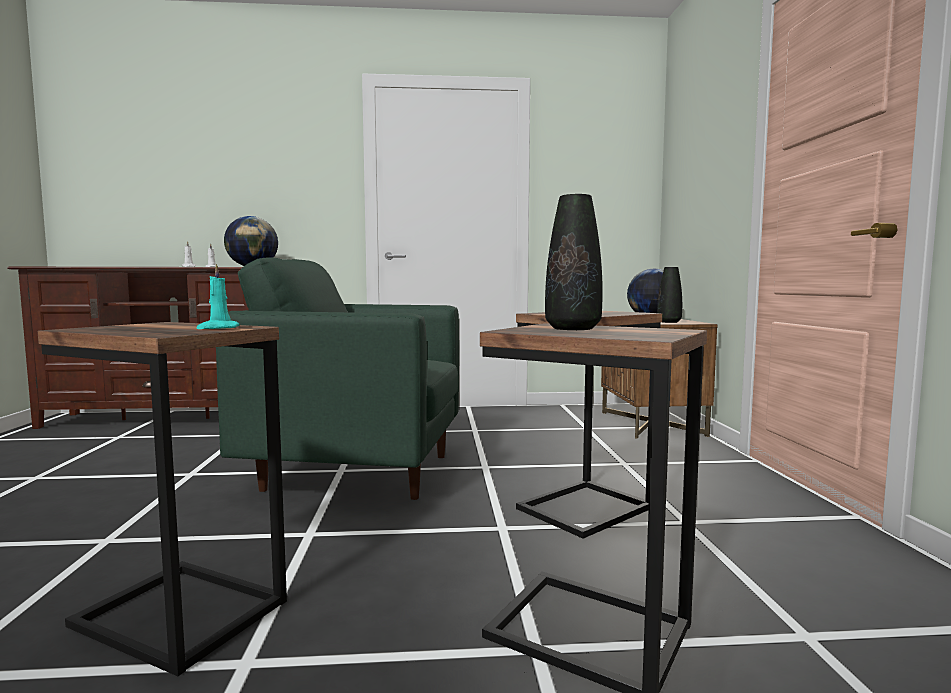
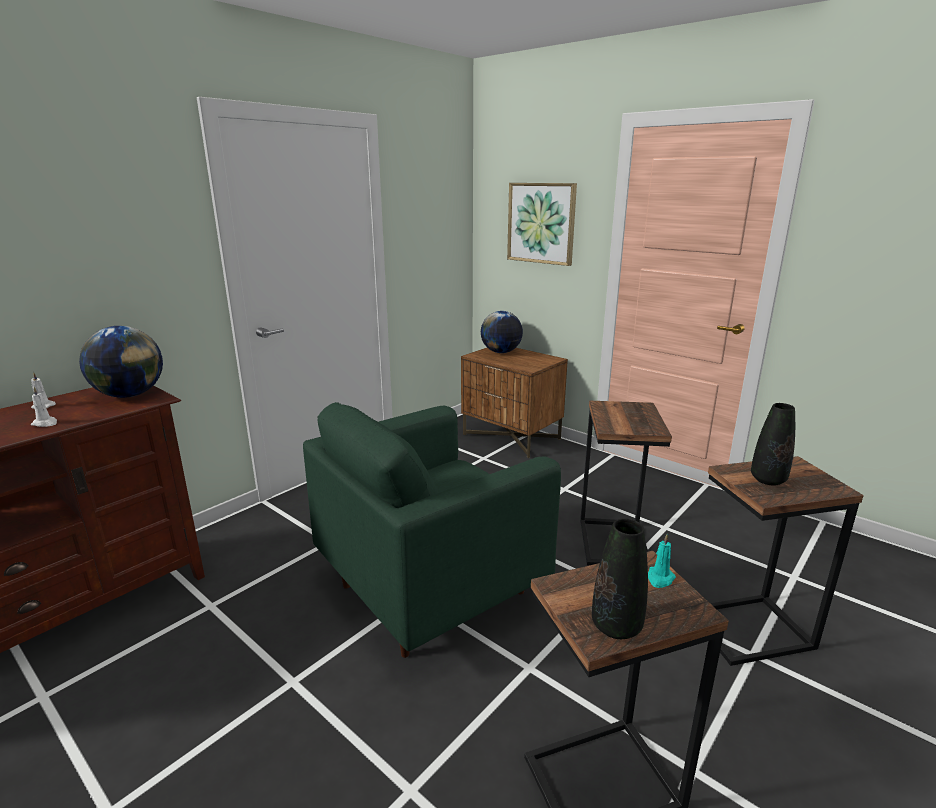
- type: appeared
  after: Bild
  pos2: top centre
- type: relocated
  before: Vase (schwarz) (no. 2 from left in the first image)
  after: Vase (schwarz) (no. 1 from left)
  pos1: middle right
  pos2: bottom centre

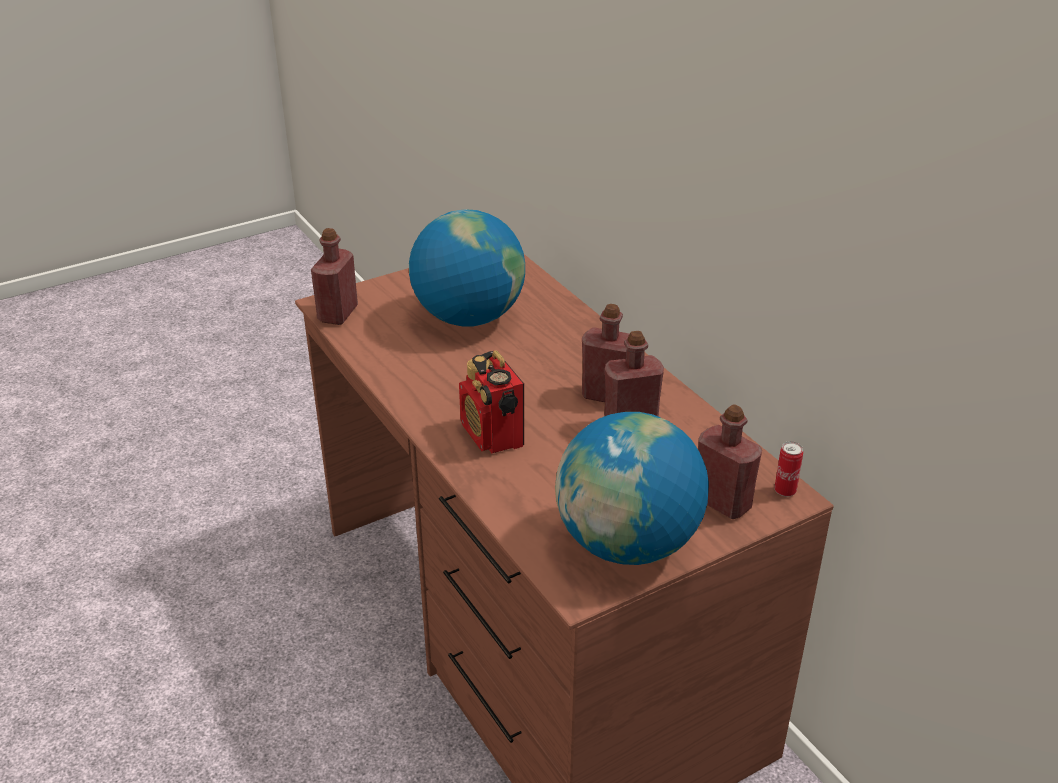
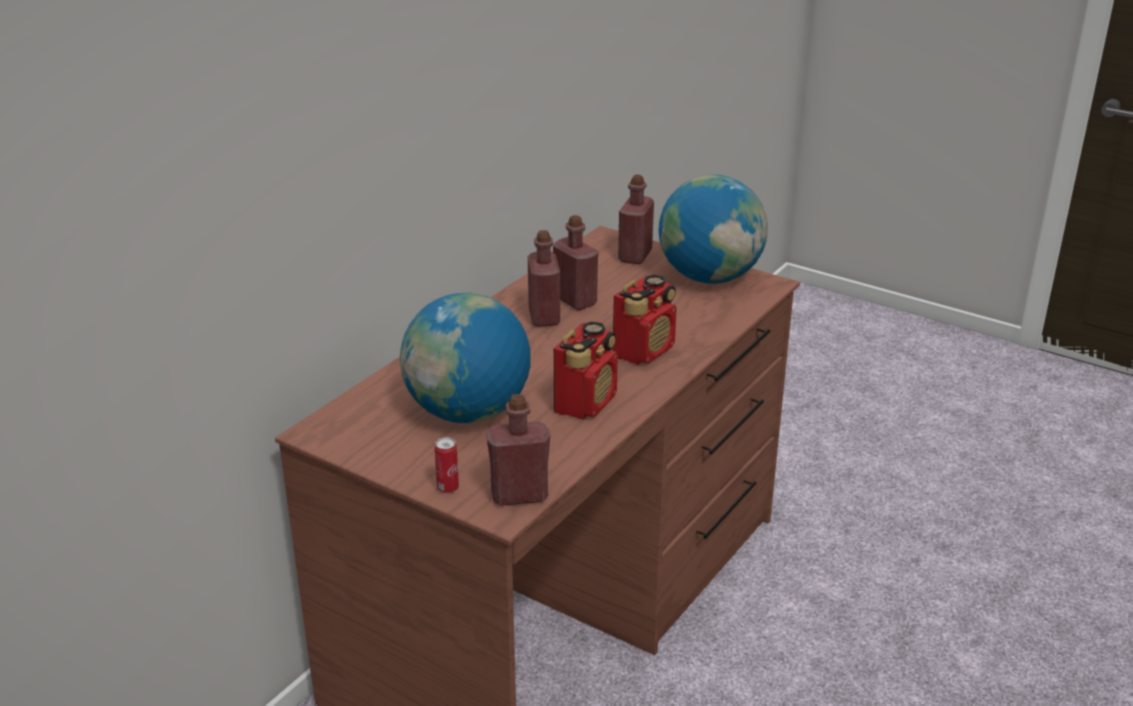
- type: appeared
  after: Radio (no. 1 from left)
  pos2: centre
- type: relocated
  before: Dose
  pos1: middle right
  pos2: centre

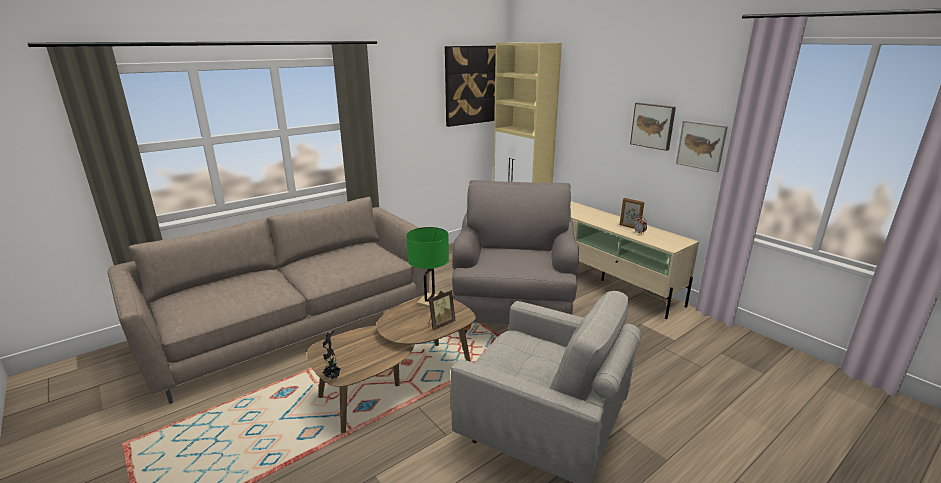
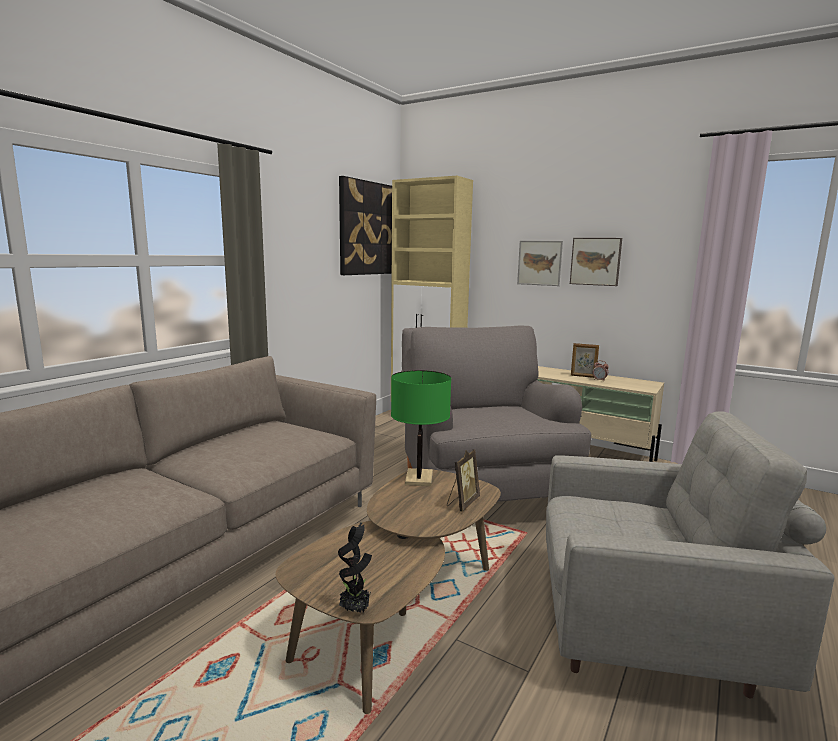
- type: relocated
  before: Bild (no. 3 from left in the first image)
  after: Bild (no. 2 from left)
  pos1: top right
  pos2: centre

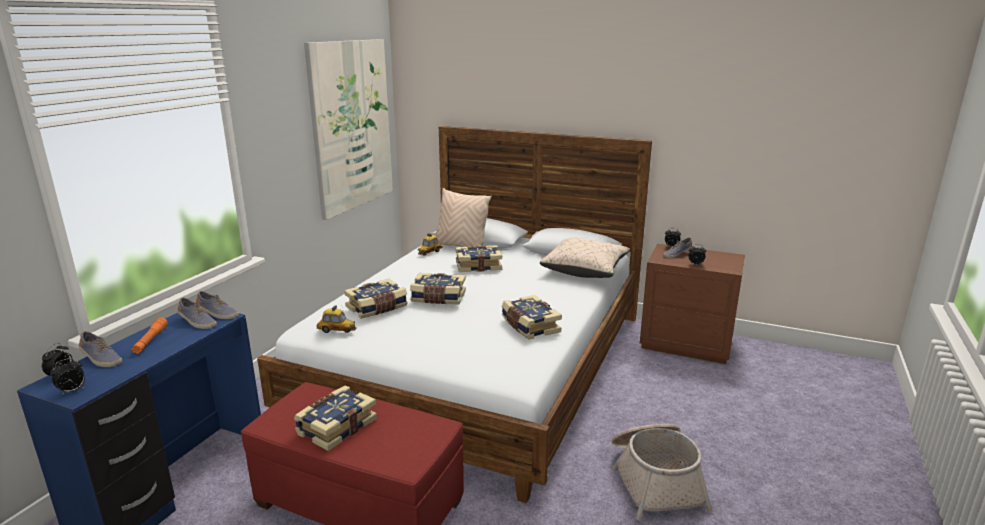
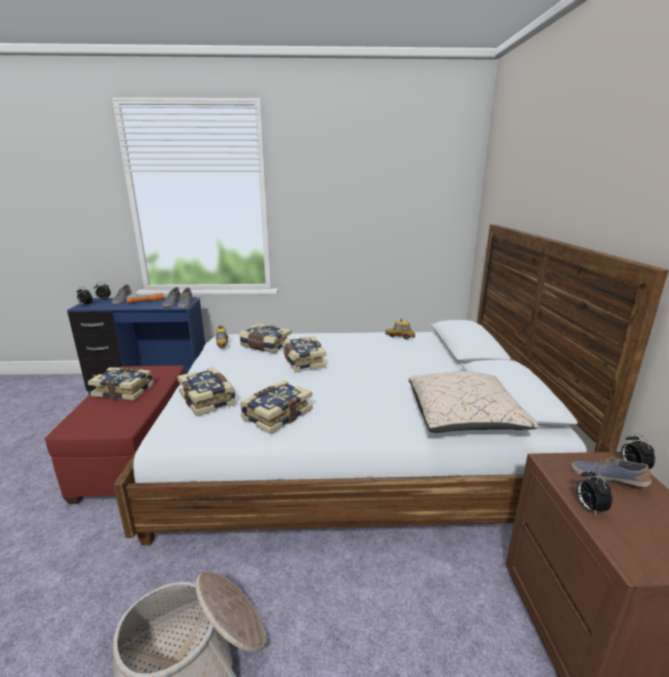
- type: missing
  before: Bild
  pos1: top centre
- type: missing
  before: Kissen (beige) (no. 1 from left)
  pos1: centre
- type: relocated
  before: Buch (no. 4 from left in the first image)
  after: Buch (no. 2 from left)
  pos1: centre
  pos2: middle left

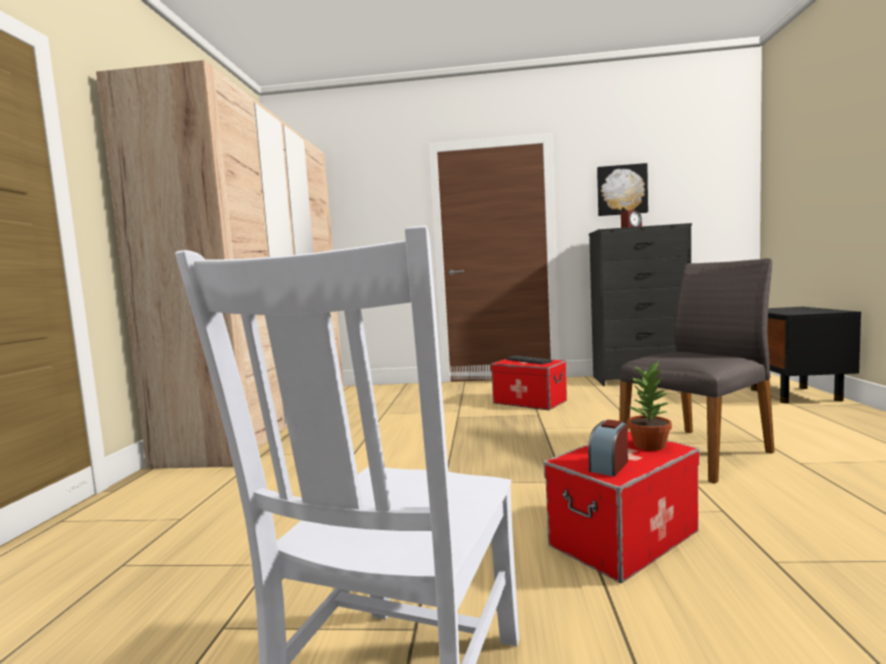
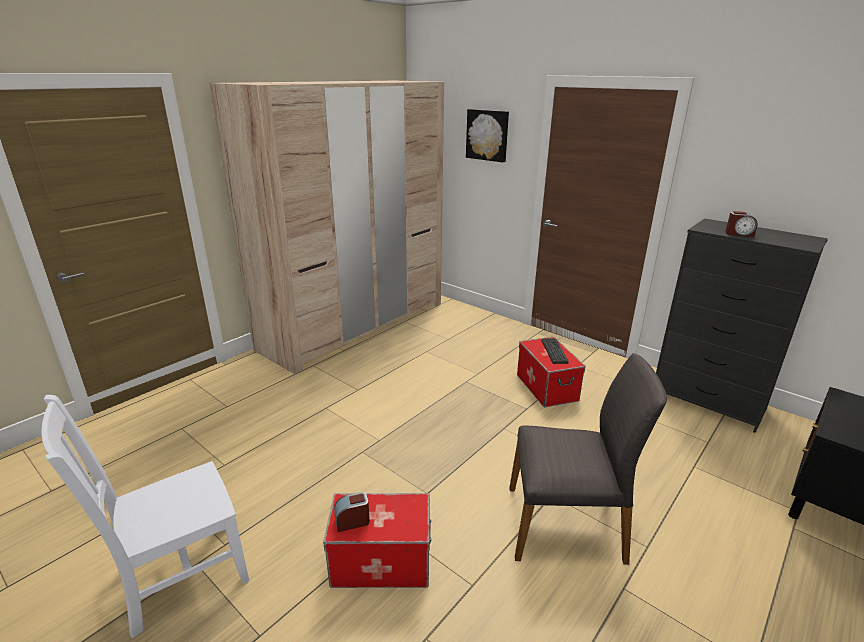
- type: missing
  before: Topfpflanze
  pos1: middle right
- type: relocated
  before: Bild
  pos1: top right
  pos2: top centre

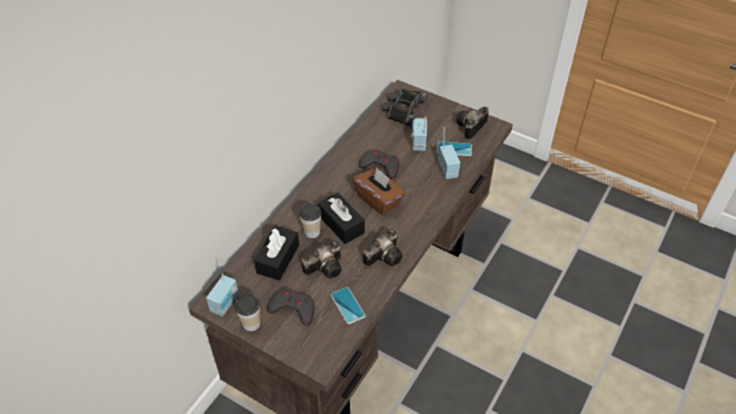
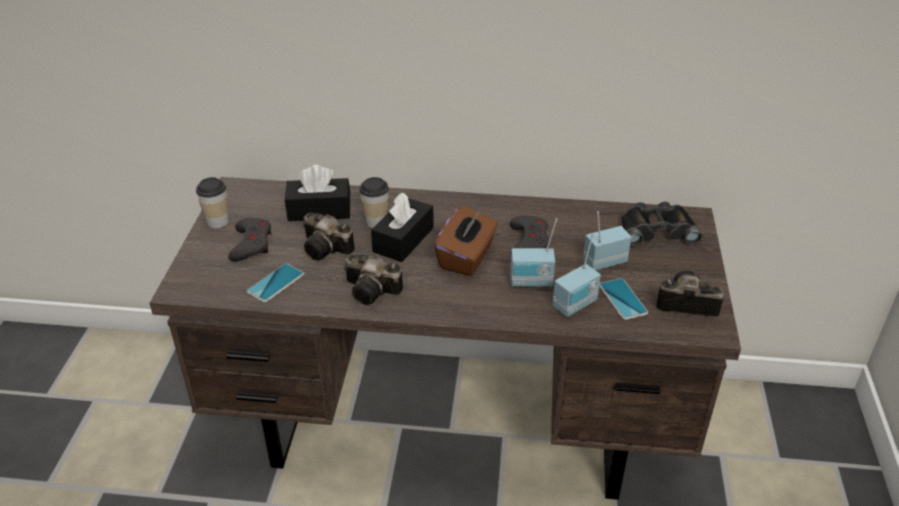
- type: relocated
  before: Radio (no. 1 from left)
  pos1: bottom left
  pos2: centre

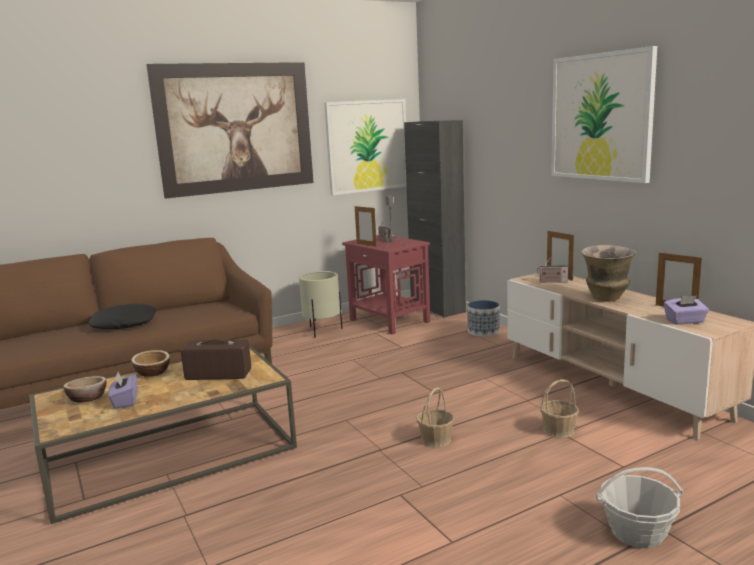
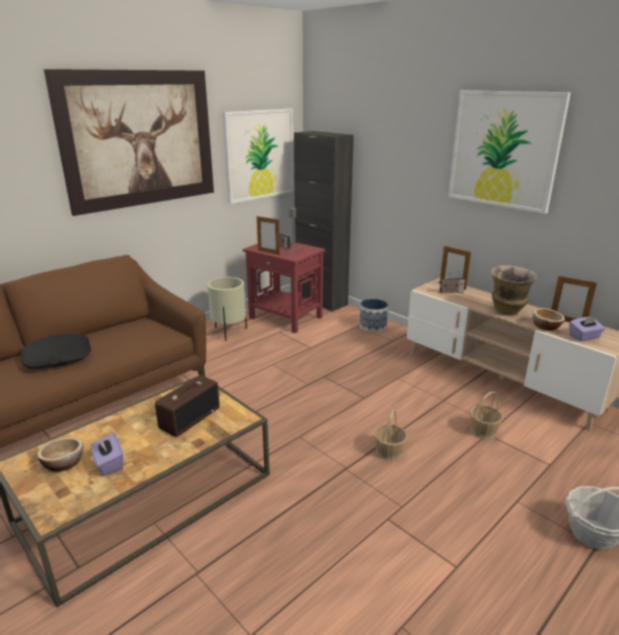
- type: relocated
  before: Schüssel (no. 2 from left)
  pos1: middle left
  pos2: middle right
- type: spun
  before: Radio (no. 1 from left)
  pos1: middle left
  pos2: middle left
  turn: 135

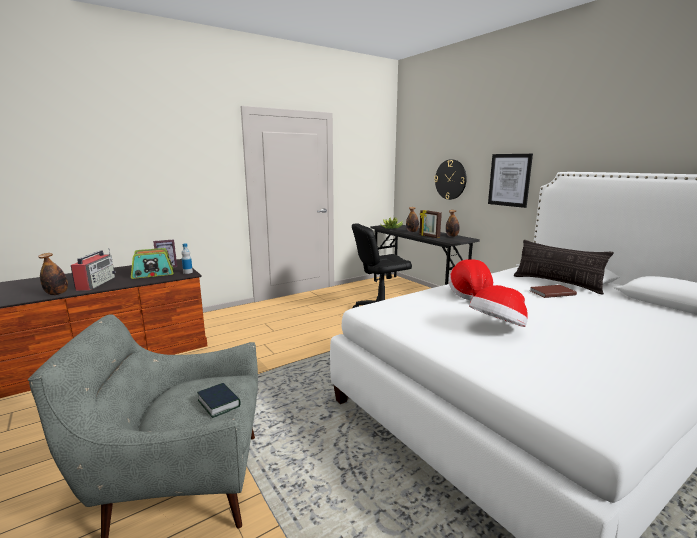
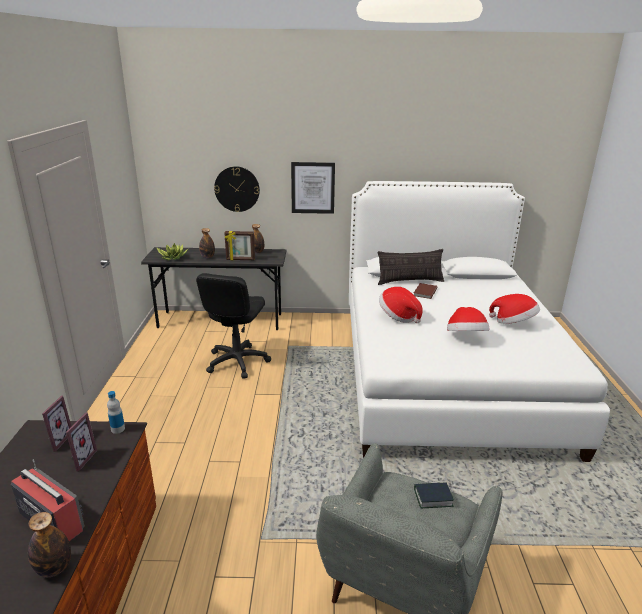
- type: appeared
  after: Hut (no. 3 from left)
  pos2: middle right
- type: exchanged
  before: Radio (no. 2 from left)
  after: Bilderrahmen (no. 2 from left)
  pos1: middle left
  pos2: bottom left

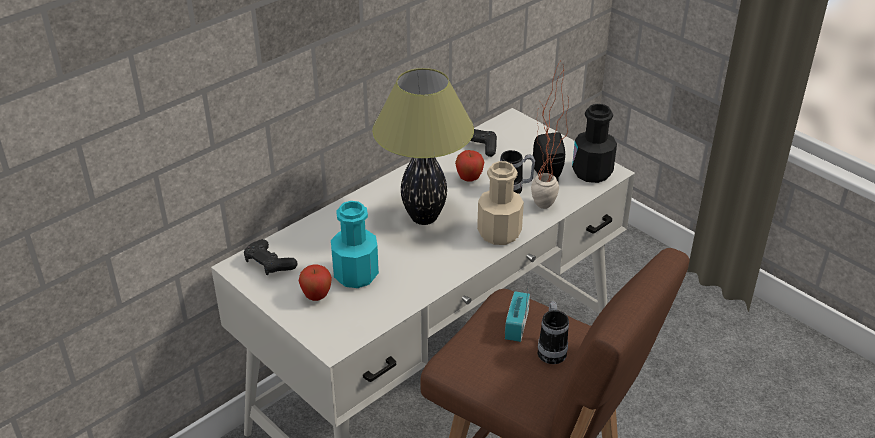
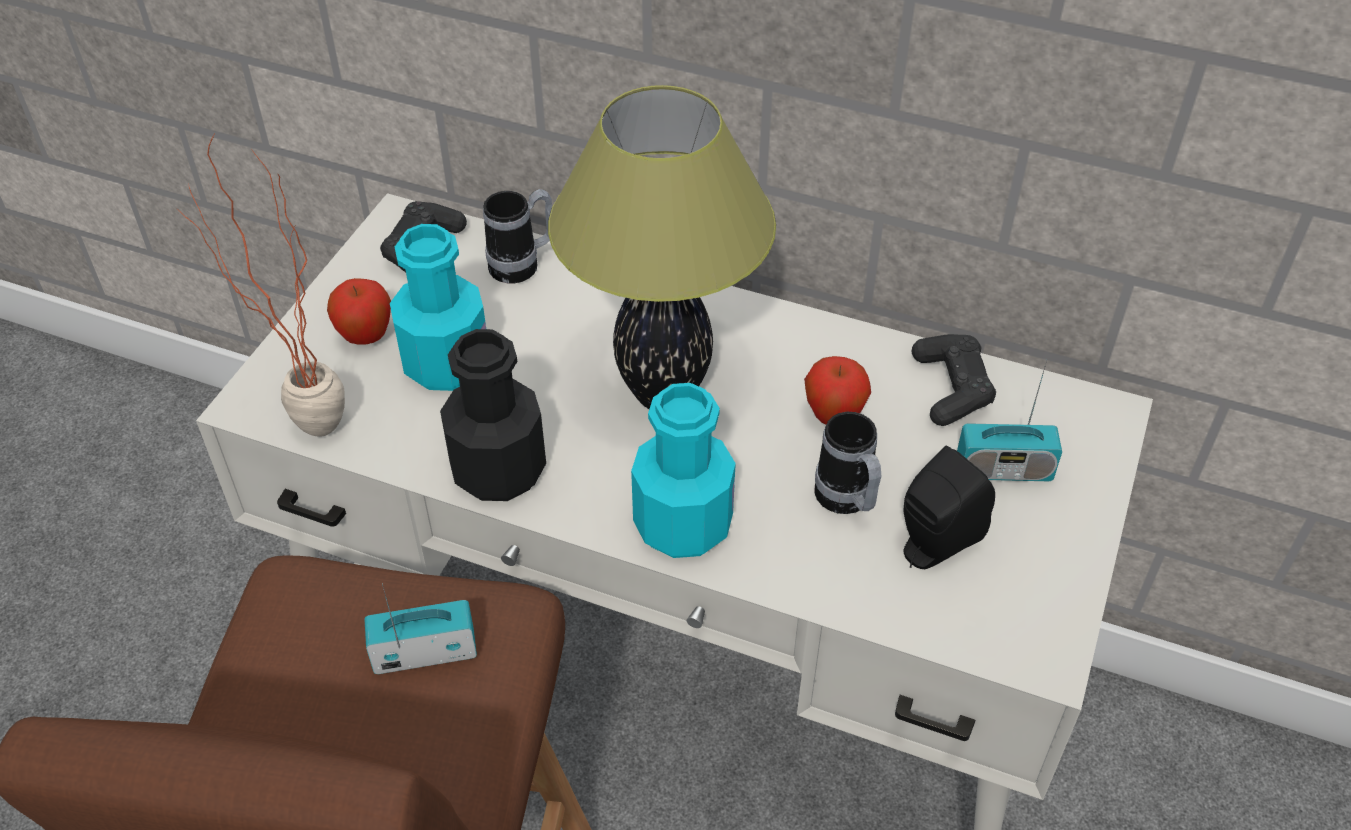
- type: appeared
  after: Radio (no. 2 from left)
  pos2: middle right
- type: relocated
  before: Topfpflanze
  pos1: top centre
  pos2: middle left
- type: relocated
  before: Henkelbecher (no. 2 from left in the first image)
  after: Henkelbecher (no. 1 from left)
  pos1: bottom centre
  pos2: top centre
- type: relocated
  before: Flasche (schwarz)
  pos1: top right
  pos2: centre
- type: colour
  before: Flasche (beige)
  after: Flasche (türkis) (no. 2 from left)
  pos1: centre
  pos2: centre

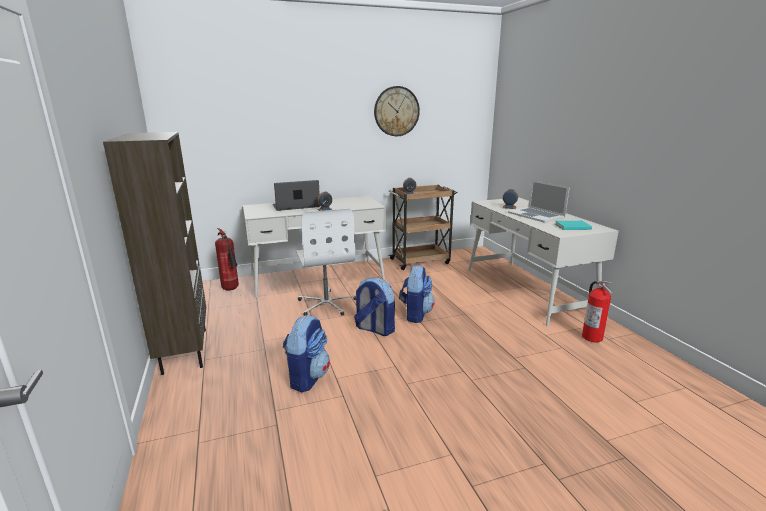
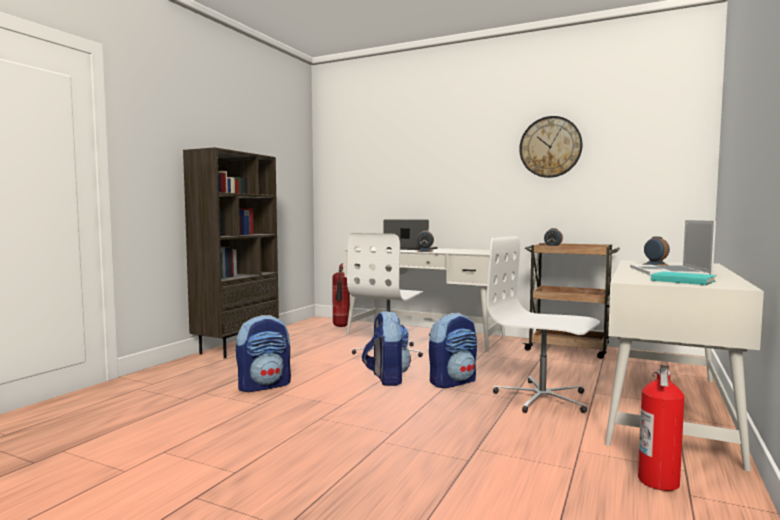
- type: appeared
  after: Bürostuhl (weiß) (no. 2 from left)
  pos2: middle right

